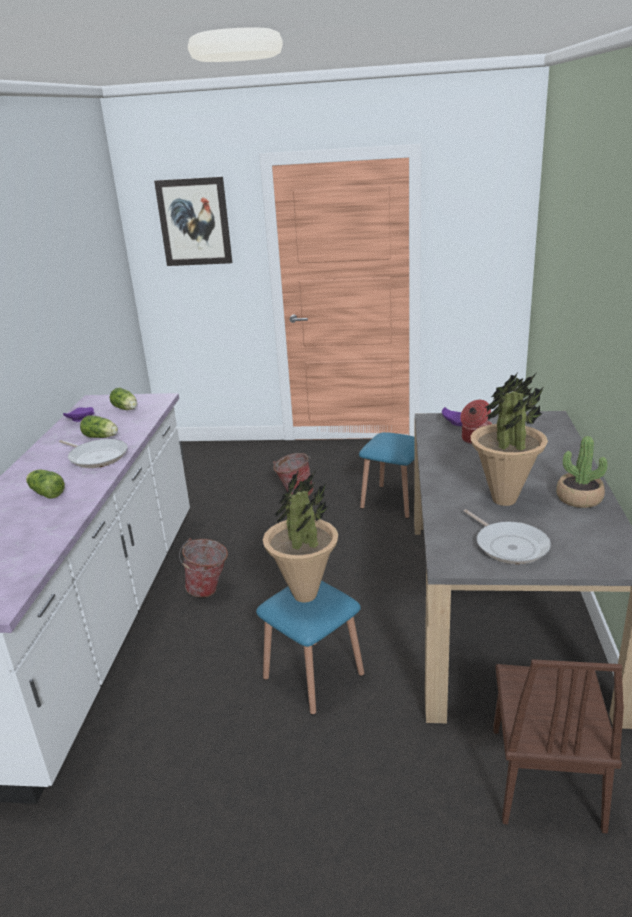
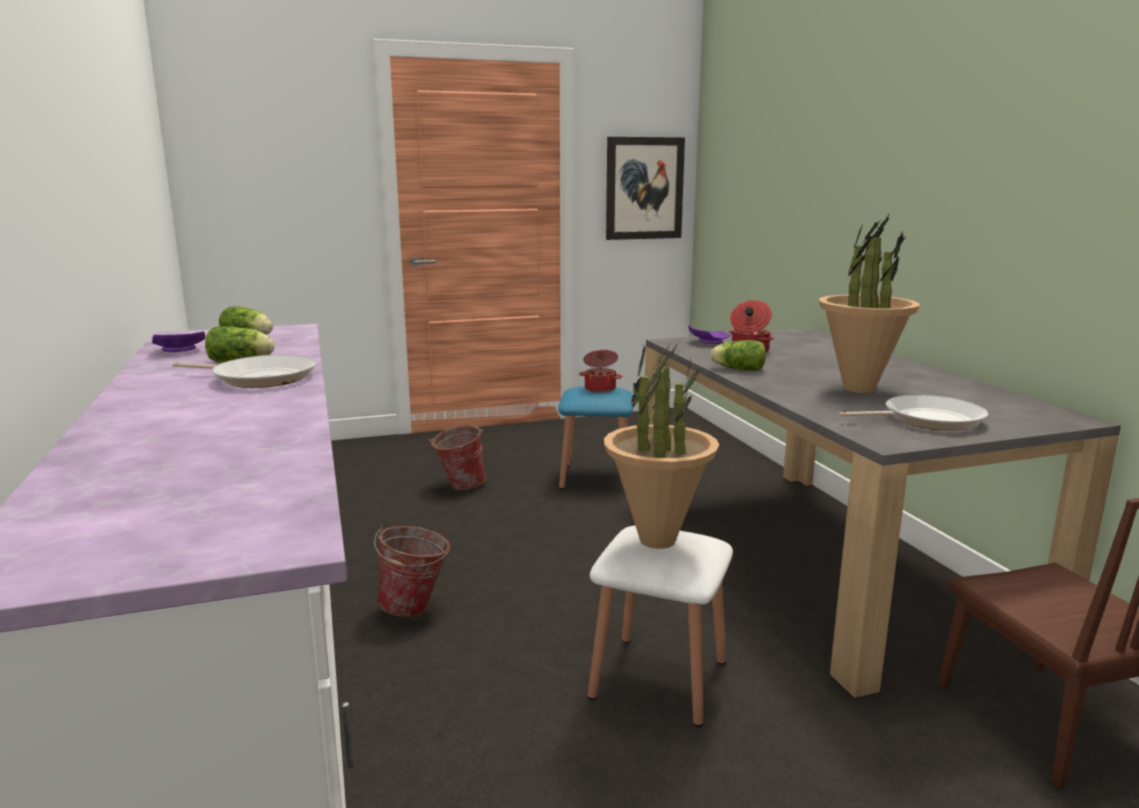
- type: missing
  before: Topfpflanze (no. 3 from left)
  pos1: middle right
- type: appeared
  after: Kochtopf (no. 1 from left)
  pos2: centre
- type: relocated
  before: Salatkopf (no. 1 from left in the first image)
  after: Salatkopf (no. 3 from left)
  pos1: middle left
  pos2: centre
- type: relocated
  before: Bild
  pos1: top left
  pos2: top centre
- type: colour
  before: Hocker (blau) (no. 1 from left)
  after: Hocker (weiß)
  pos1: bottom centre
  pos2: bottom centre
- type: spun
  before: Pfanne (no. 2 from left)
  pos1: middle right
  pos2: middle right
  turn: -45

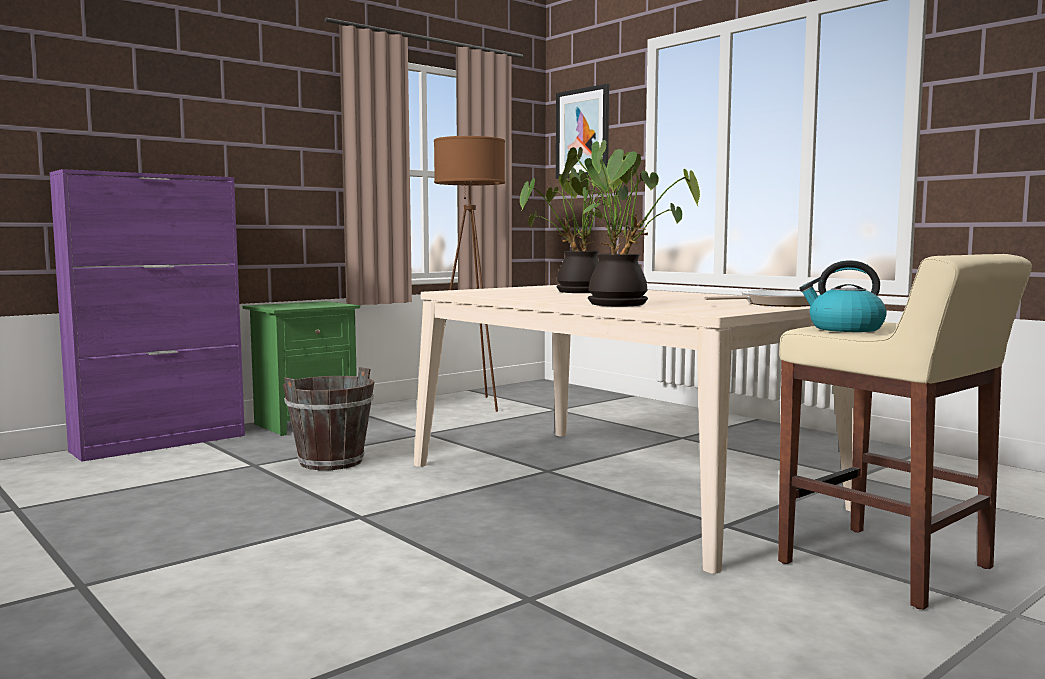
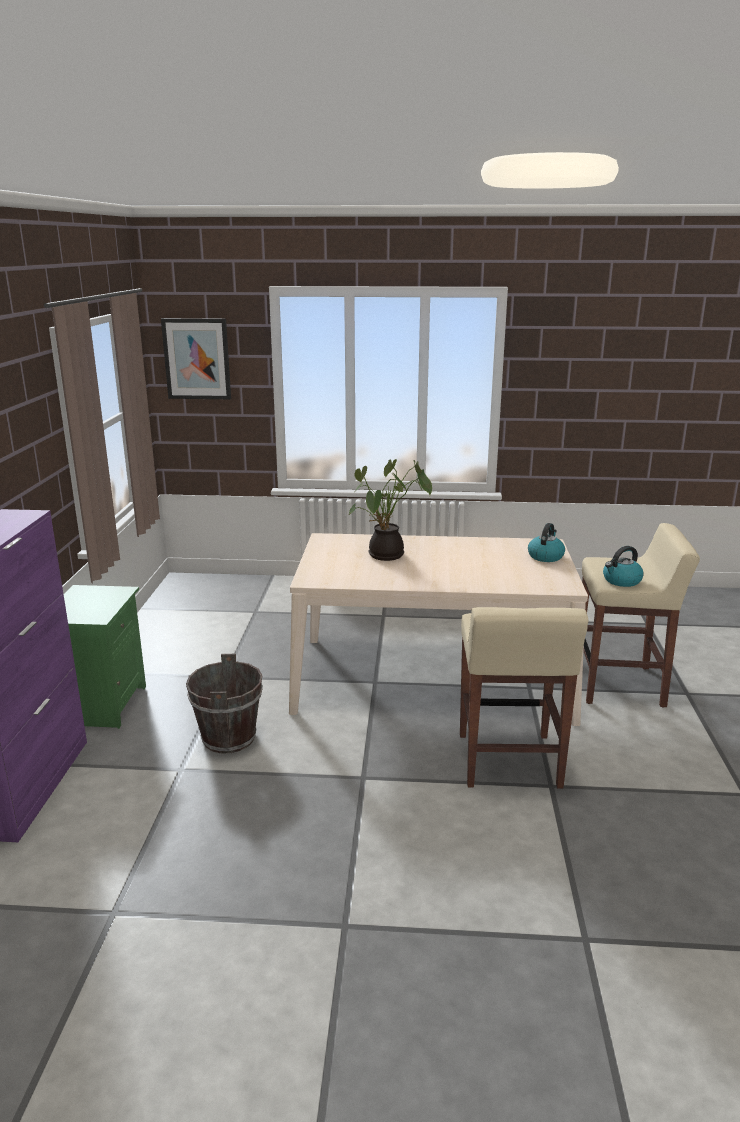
- type: missing
  before: Stehlampe (braun)
  pos1: centre
- type: missing
  before: Topfpflanze (no. 2 from left)
  pos1: top centre
- type: appeared
  after: Hocker (beige) (no. 1 from left)
  pos2: middle right
- type: exchanged
  before: Pfanne
  after: Wasserkessel (no. 1 from left)
  pos1: middle right
  pos2: middle right

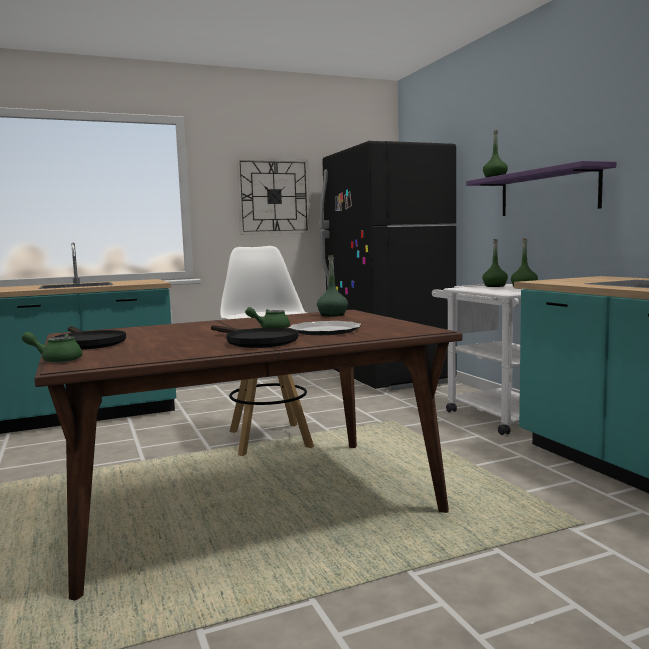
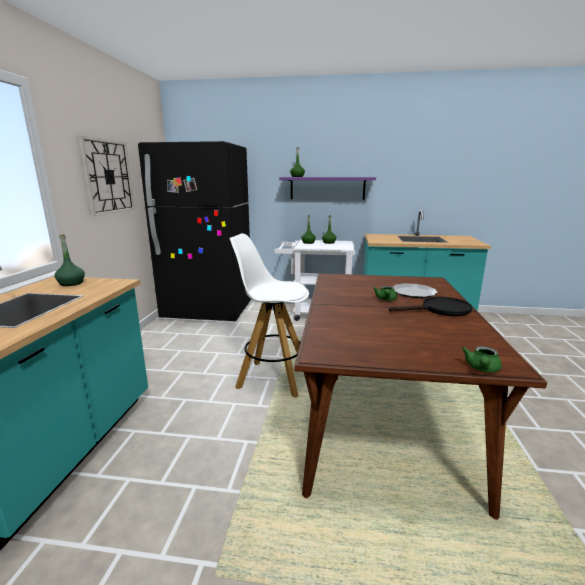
- type: missing
  before: Pfanne (schwarz) (no. 1 from left)
  pos1: middle left
- type: relocated
  before: Flasche (grün) (no. 1 from left)
  pos1: centre
  pos2: middle left

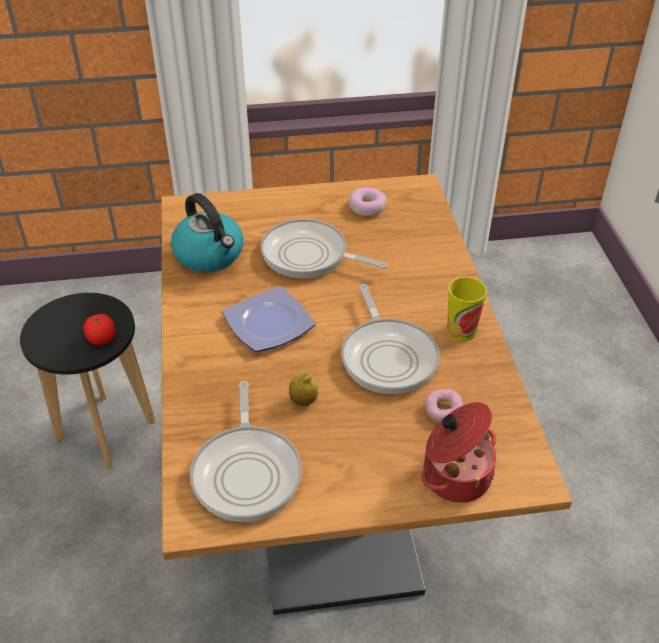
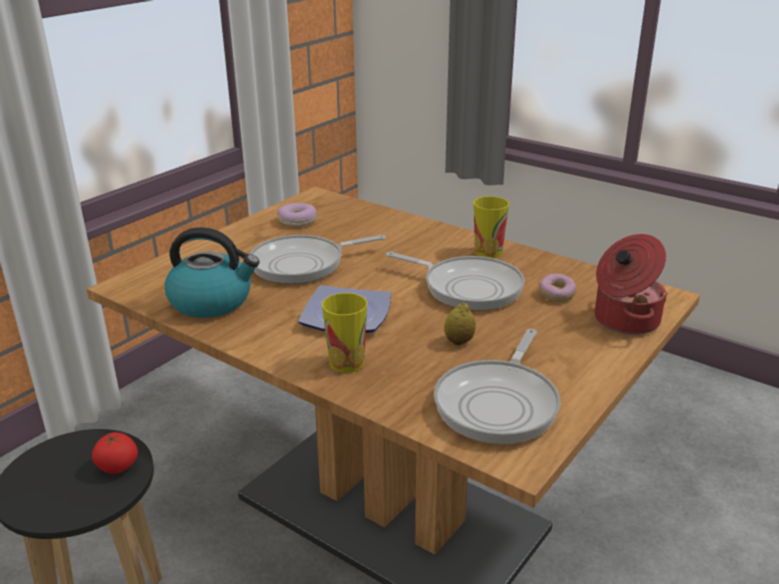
- type: appeared
  after: Tasse (no. 1 from left)
  pos2: centre
- type: spun
  before: Pfanne (no. 1 from left in the first image)
  pos1: bottom centre
  pos2: centre
  turn: 75

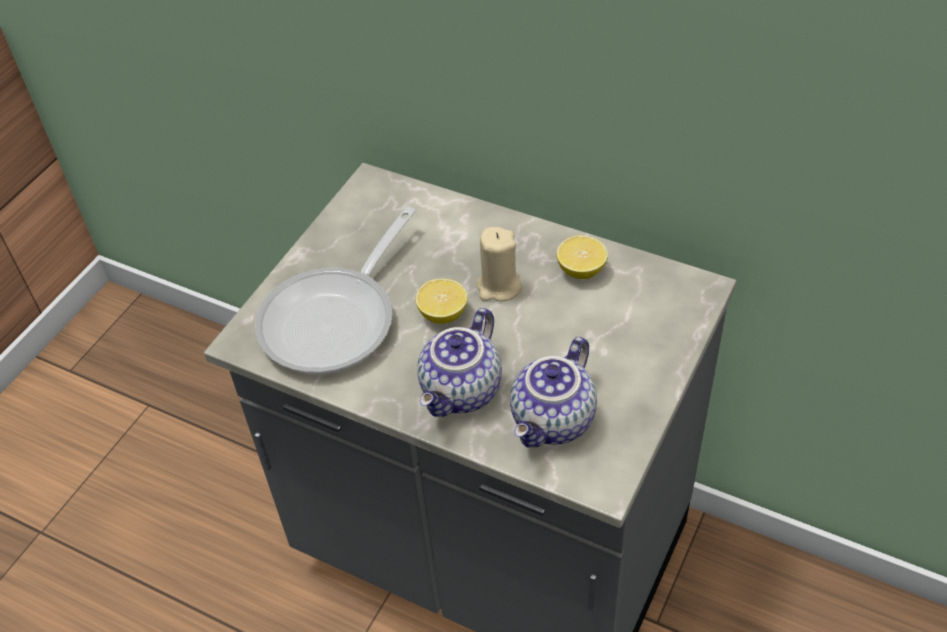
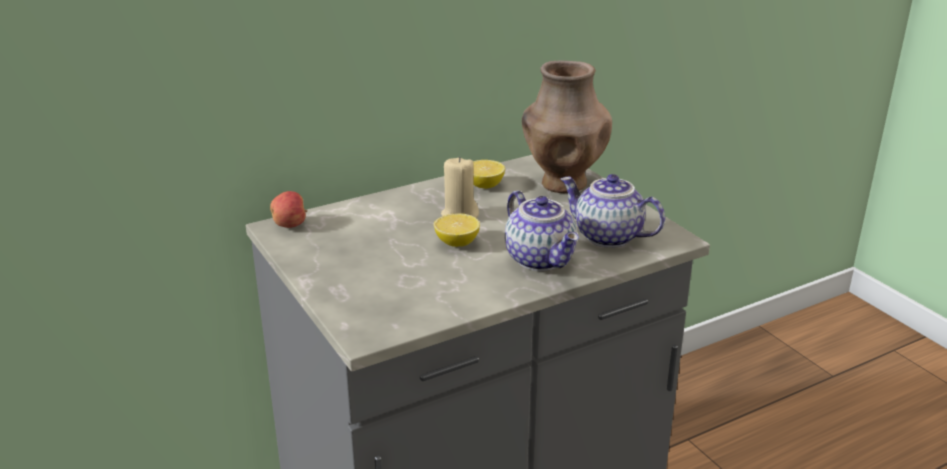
- type: missing
  before: Pfanne
  pos1: centre
- type: appeared
  after: Apfel
  pos2: middle left
- type: appeared
  after: Vase (braun)
  pos2: top centre
- type: spun
  before: Teekanne (no. 2 from left)
  pos1: centre
  pos2: centre
  turn: 150

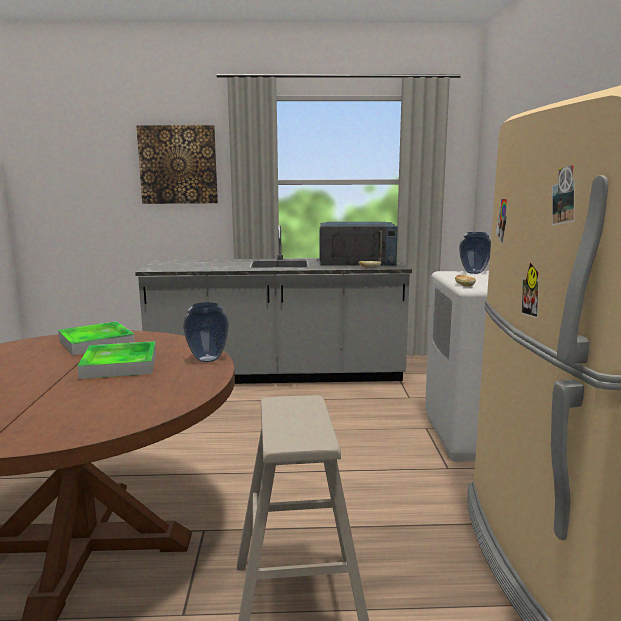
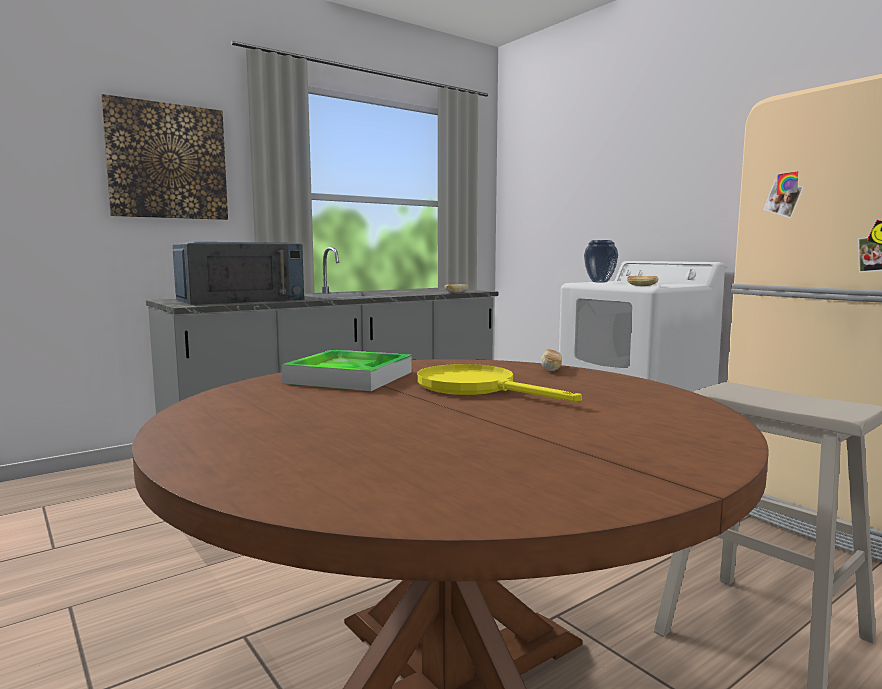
- type: relocated
  before: Mikrowelle (blau)
  pos1: centre
  pos2: middle left
- type: exchanged
  before: Tablett (no. 2 from left)
  after: Pfanne (gelb)
  pos1: middle left
  pos2: centre
- type: exchanged
  before: Vase (no. 1 from left)
  after: Brot (no. 2 from left)
  pos1: middle left
  pos2: centre

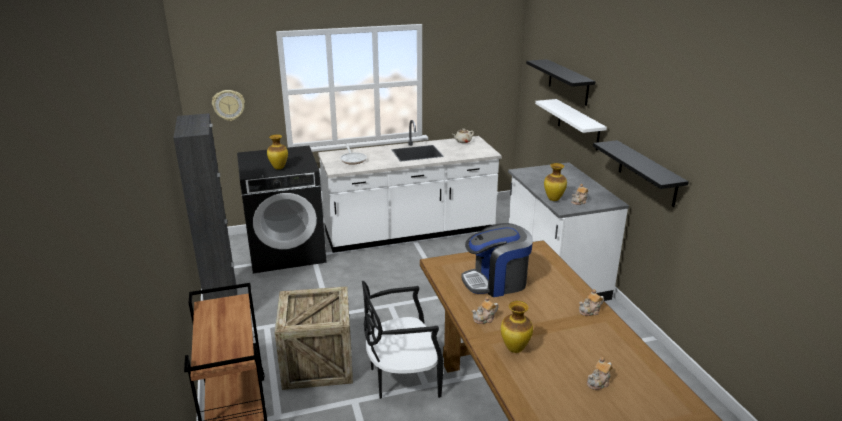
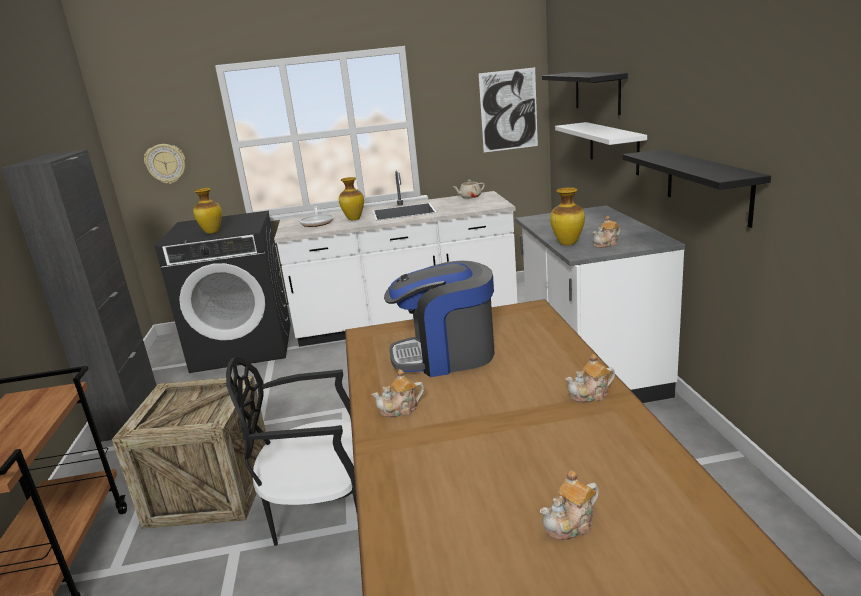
- type: appeared
  after: Bild
  pos2: top centre
- type: relocated
  before: Vase (no. 2 from left)
  pos1: bottom centre
  pos2: top centre

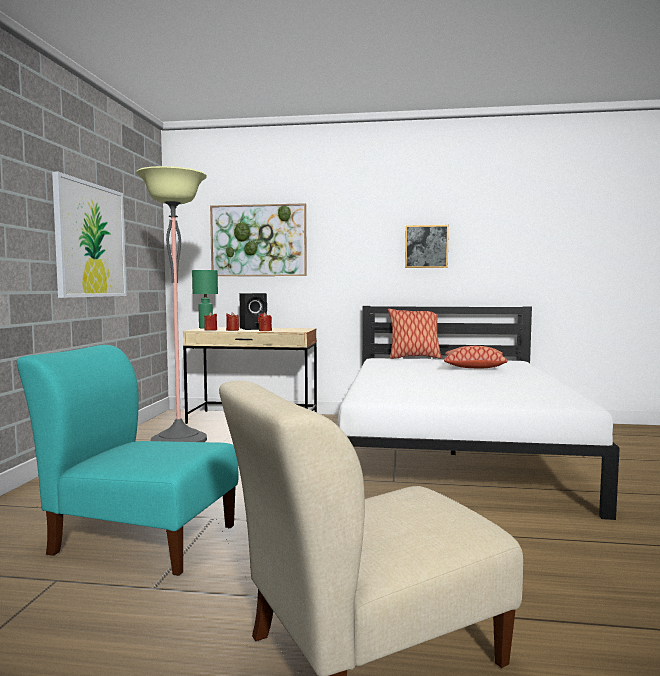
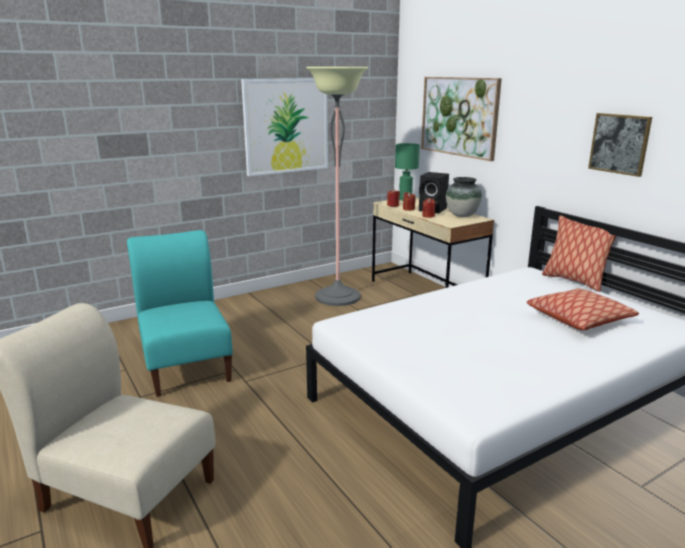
- type: appeared
  after: Vase
  pos2: middle right

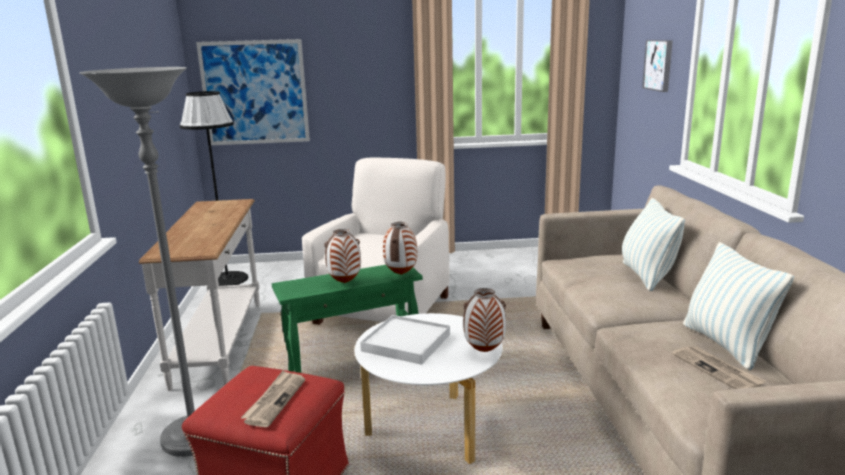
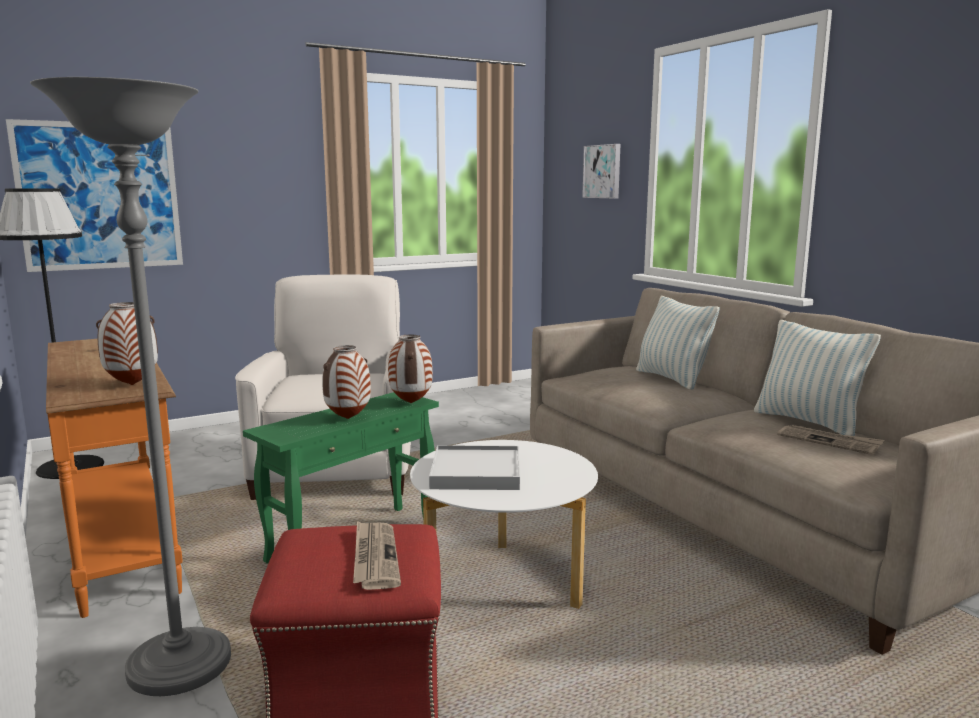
- type: relocated
  before: Vase (no. 3 from left in the first image)
  after: Vase (no. 1 from left)
  pos1: bottom centre
  pos2: middle left
- type: colour
  before: Konsolentisch (weiß)
  after: Konsolentisch (orange)
  pos1: middle left
  pos2: middle left

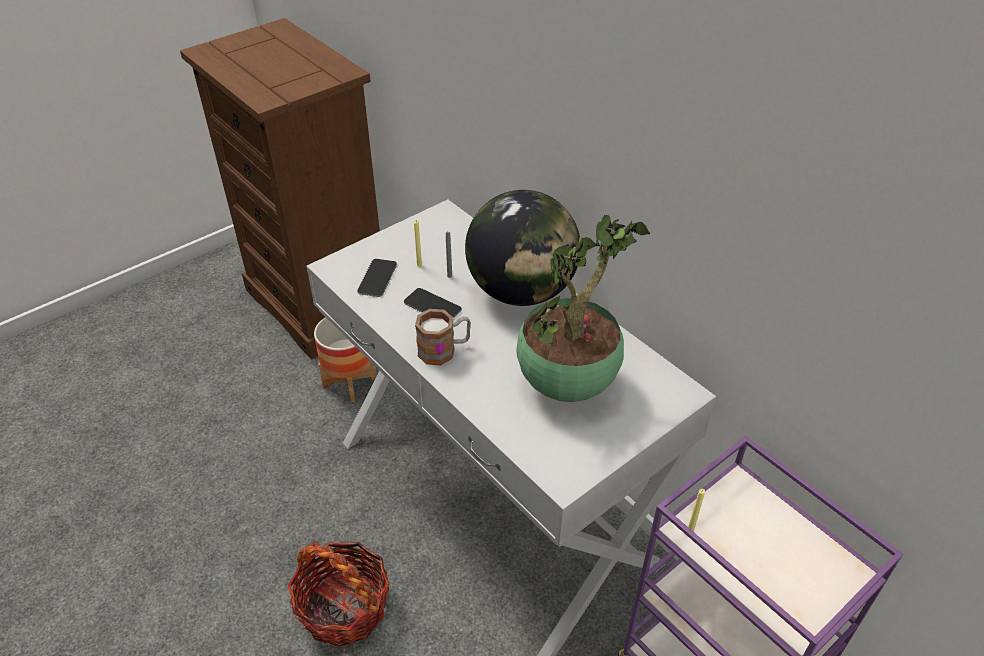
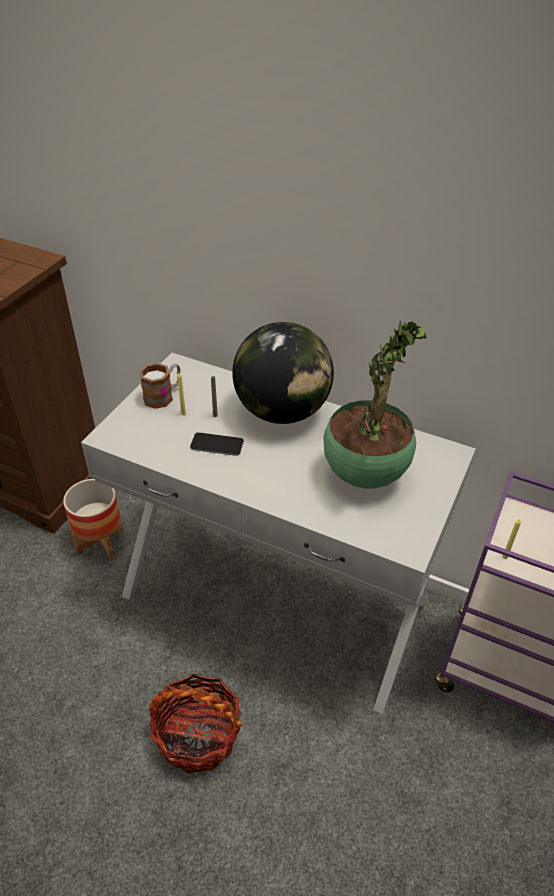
- type: missing
  before: Handy (no. 1 from left)
  pos1: centre
- type: relocated
  before: Henkelbecher
  pos1: centre
  pos2: middle left

